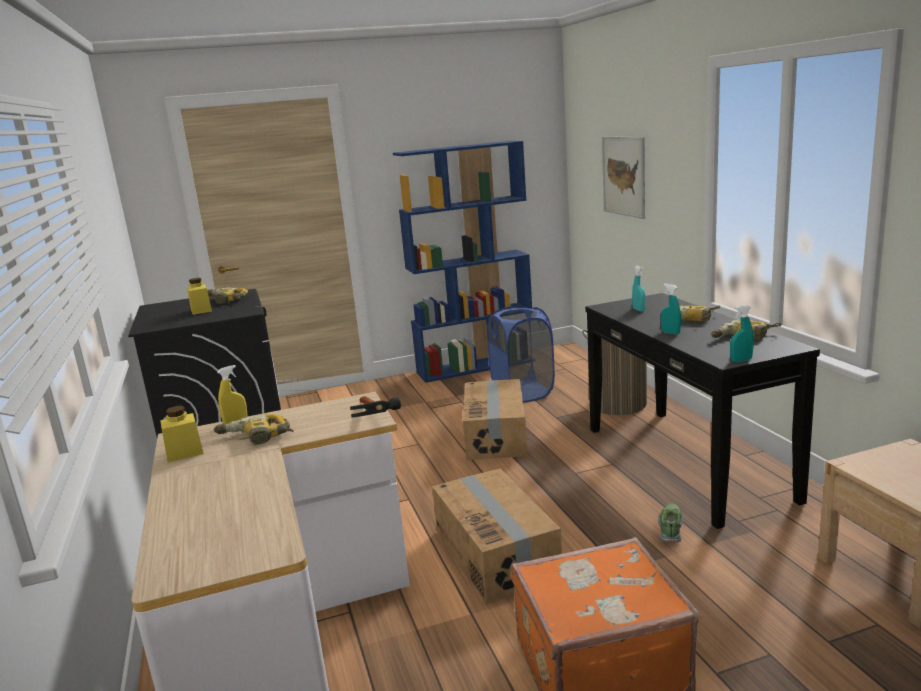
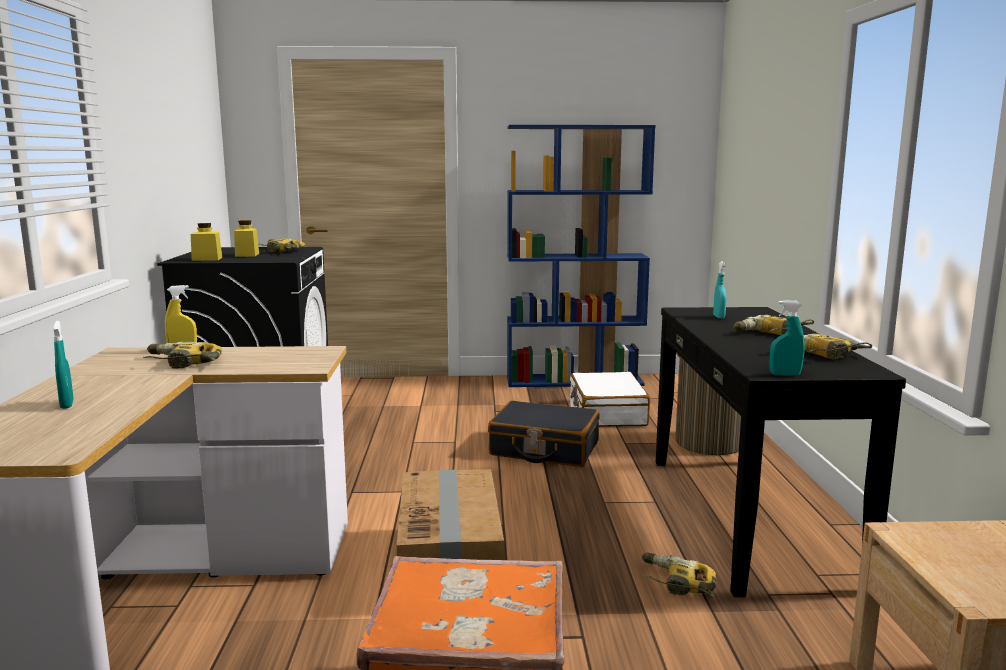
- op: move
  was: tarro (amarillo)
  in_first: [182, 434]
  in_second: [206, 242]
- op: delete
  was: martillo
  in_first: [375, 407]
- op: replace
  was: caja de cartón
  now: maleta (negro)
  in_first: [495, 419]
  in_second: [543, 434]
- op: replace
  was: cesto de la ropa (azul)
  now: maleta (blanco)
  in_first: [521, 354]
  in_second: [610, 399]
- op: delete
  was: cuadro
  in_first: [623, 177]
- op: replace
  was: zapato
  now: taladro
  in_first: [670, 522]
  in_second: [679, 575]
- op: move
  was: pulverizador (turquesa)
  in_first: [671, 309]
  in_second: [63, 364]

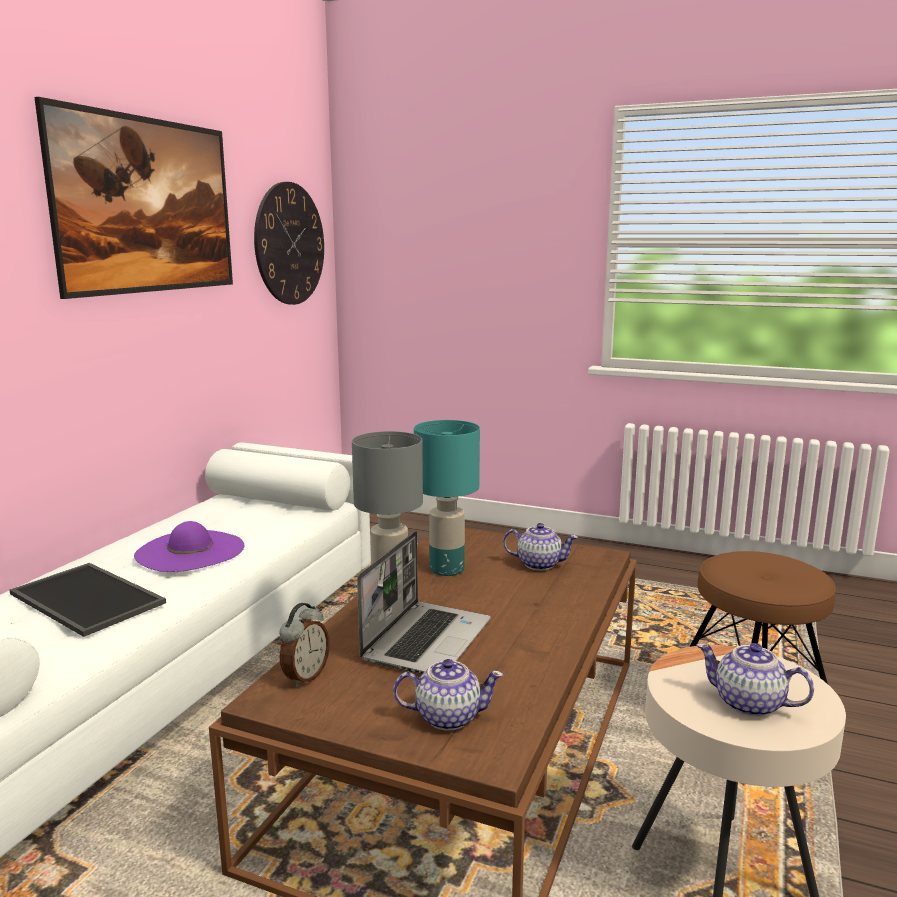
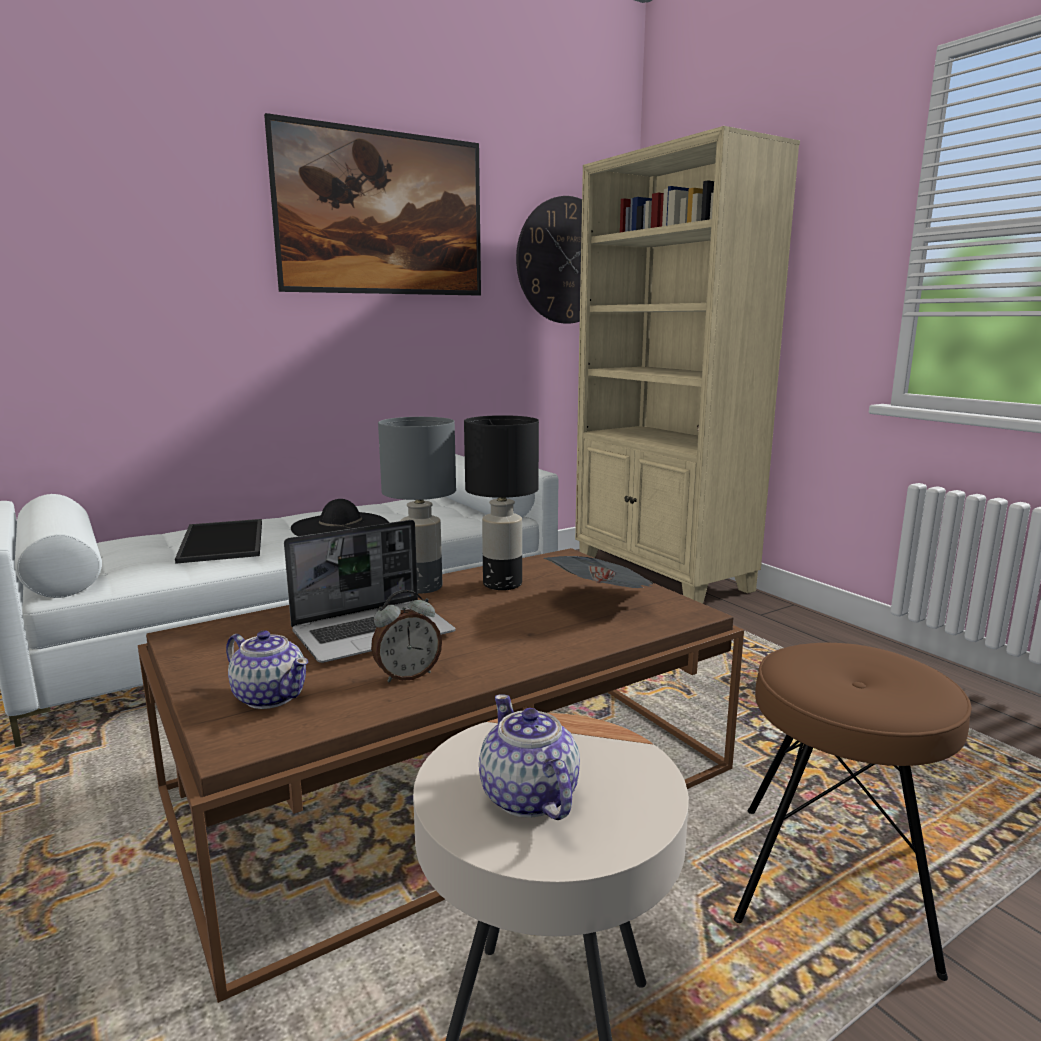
- op: recolor
  was: sombrero (morado)
  now: sombrero (negro)
  in_first: [189, 546]
  in_second: [340, 517]
- op: move
  was: despertador
  in_first: [304, 645]
  in_second: [406, 636]
- op: recolor
  was: lámpara de mesa (turquesa)
  now: lámpara de mesa (negro)
  in_first: [447, 498]
  in_second: [501, 502]
- op: replace
  was: tetera
  now: periódico
  in_first: [540, 547]
  in_second: [598, 572]
- op: insert
  now: estantería (beis)
  in_second: [687, 365]

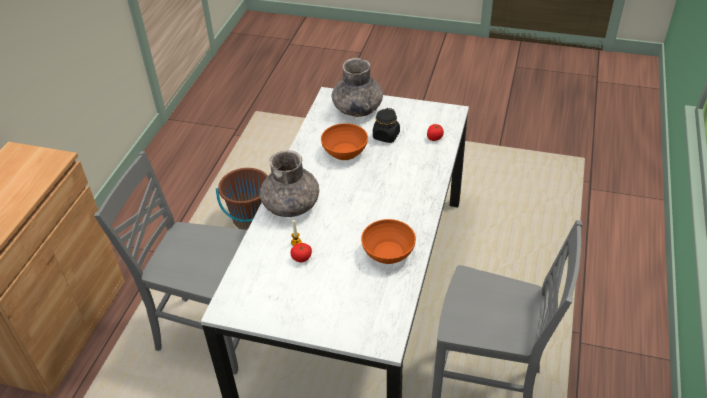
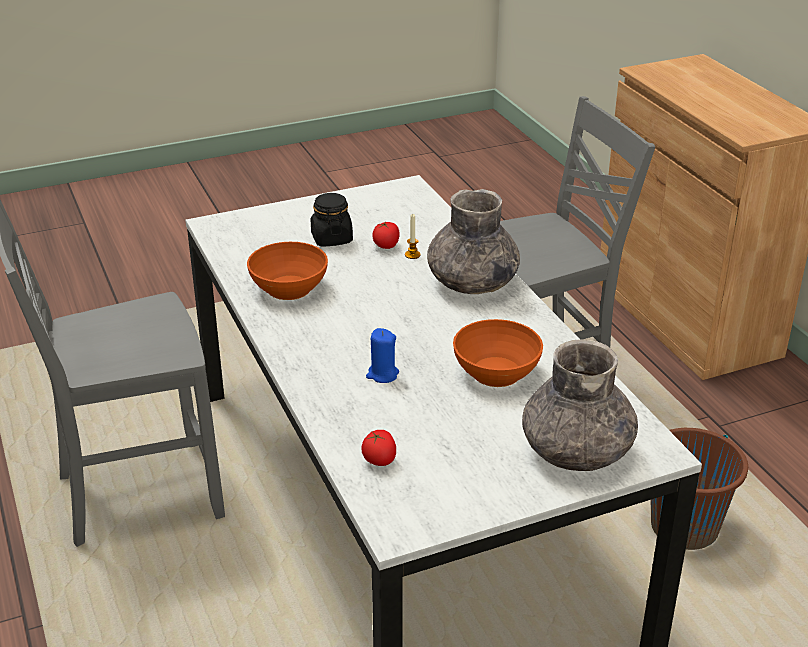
- op: move
  was: tarro (negro)
  in_first: [386, 125]
  in_second: [332, 220]
- op: insert
  now: vela (azul)
  in_second: [382, 355]

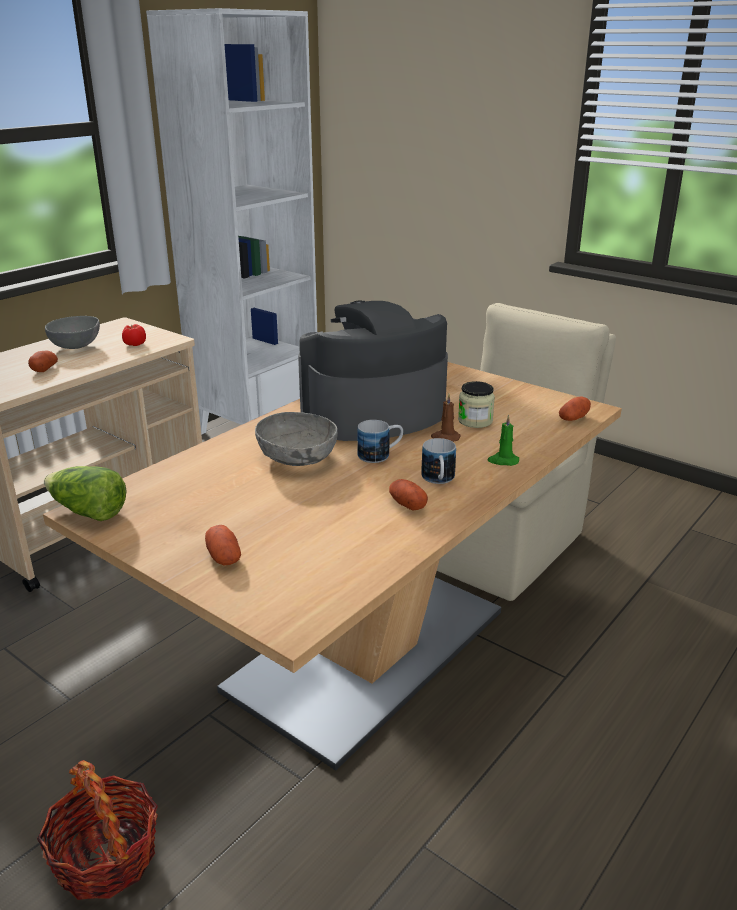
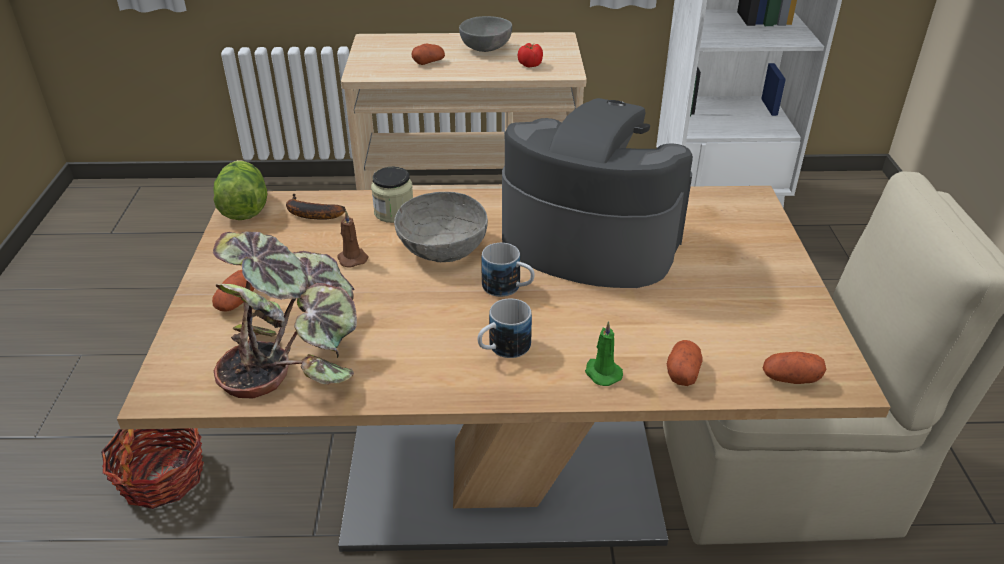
- op: move
  was: patata
  in_first: [408, 495]
  in_second: [685, 363]
- op: move
  was: vela (marrón)
  in_first: [446, 418]
  in_second: [352, 239]
- op: move
  was: tarro
  in_first: [476, 404]
  in_second: [392, 195]
- op: insert
  now: planta en maceta
  in_second: [285, 314]
- op: insert
  now: plátano
  in_second: [316, 207]

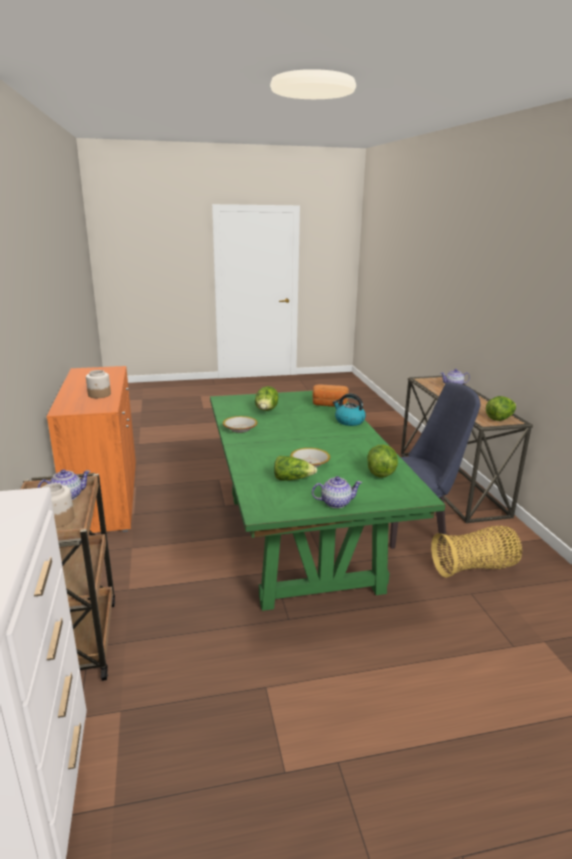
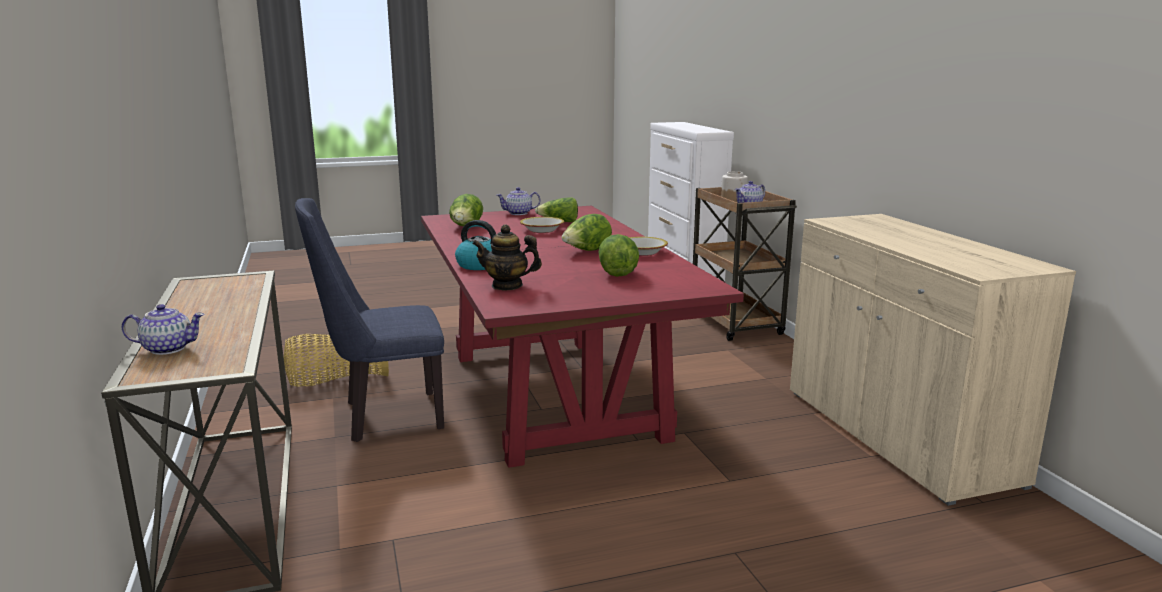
- op: recolor
  was: armario (naranja)
  now: armario (beis)
  in_first: [91, 449]
  in_second: [933, 360]
- op: delete
  was: tarro
  in_first: [98, 384]
- op: recolor
  was: mesa de comedor (verde)
  now: mesa de comedor (rojo)
  in_first: [327, 501]
  in_second: [582, 337]
- op: replace
  was: pan
  now: tetera
  in_first: [331, 395]
  in_second: [507, 257]
- op: move
  was: lechuga
  in_first: [501, 408]
  in_second: [587, 232]

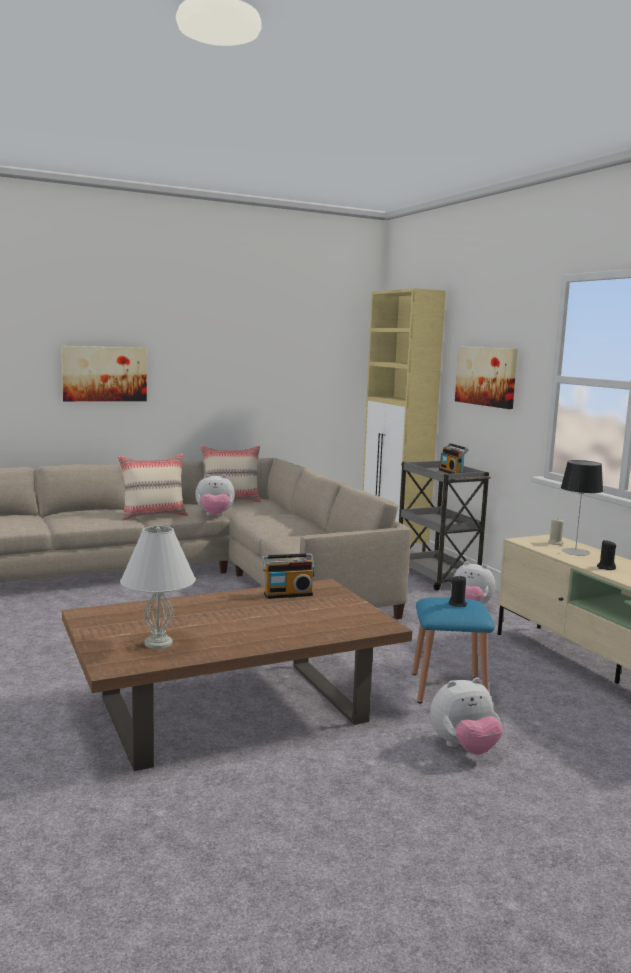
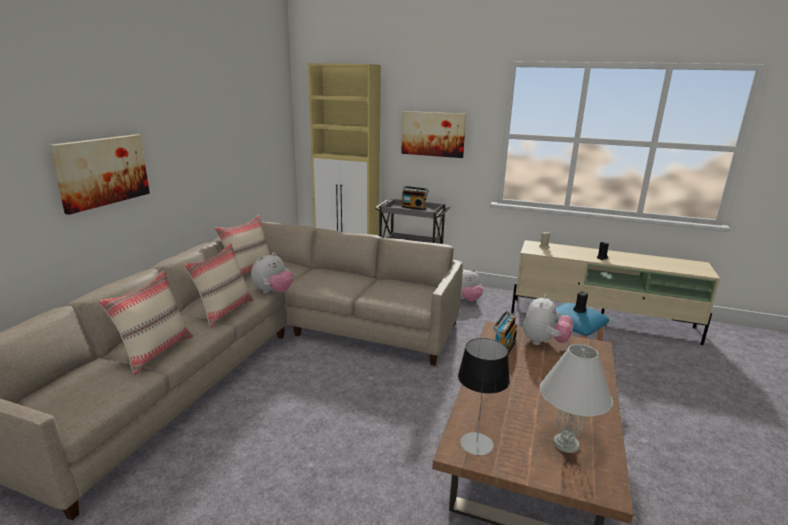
- op: move
  was: peluche
  in_first: [466, 716]
  in_second: [548, 319]
- op: move
  was: lámpara de mesa
  in_first: [582, 508]
  in_second: [484, 397]
- op: insert
  now: cojín (beis)
  in_second: [145, 323]

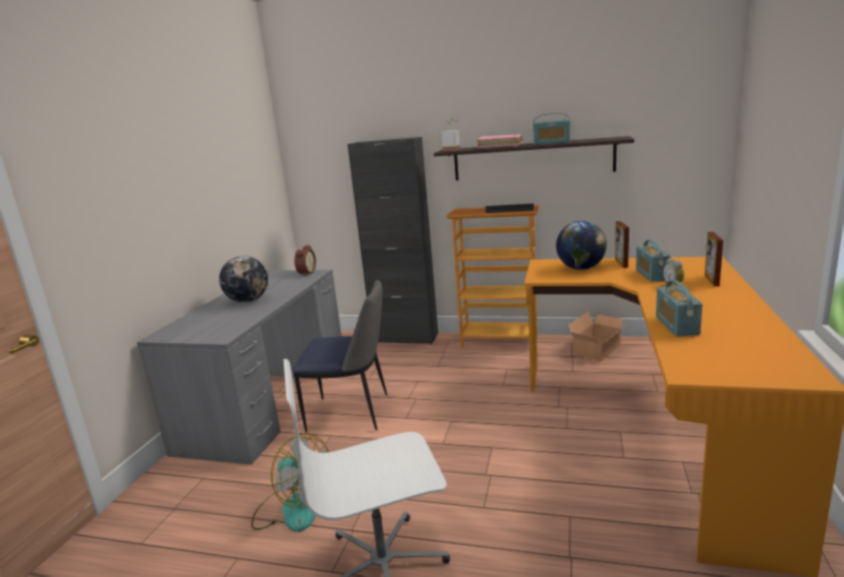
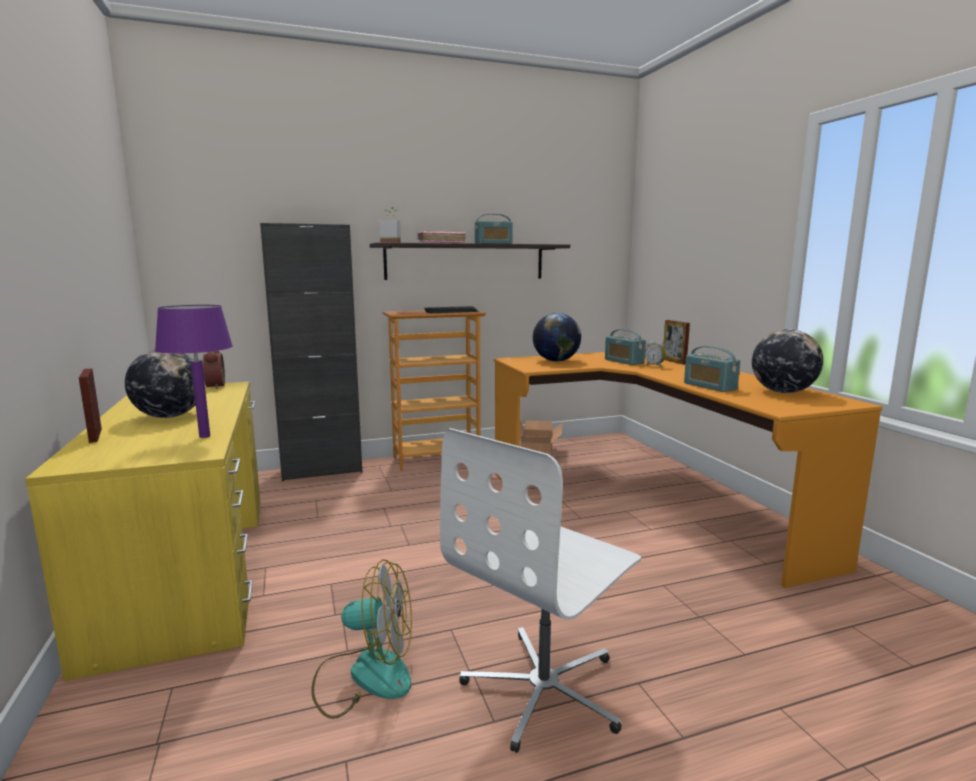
- op: recolor
  was: escritorio (gris)
  now: escritorio (amarillo)
  in_first: [239, 367]
  in_second: [143, 531]
- op: delete
  was: silla
  in_first: [340, 356]
- op: move
  was: portarretratos
  in_first: [622, 244]
  in_second: [90, 405]
- op: insert
  now: lámpara de mesa (morado)
  in_second: [194, 371]
- op: insert
  now: globo terráqueo
  in_second: [787, 361]

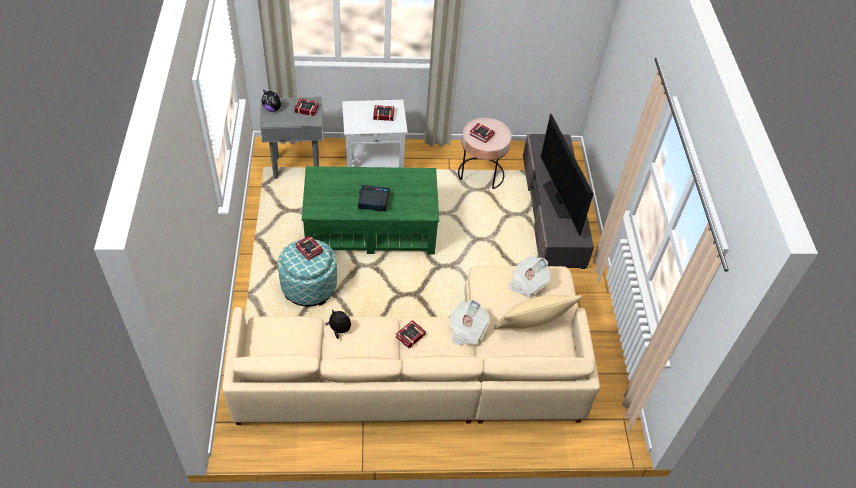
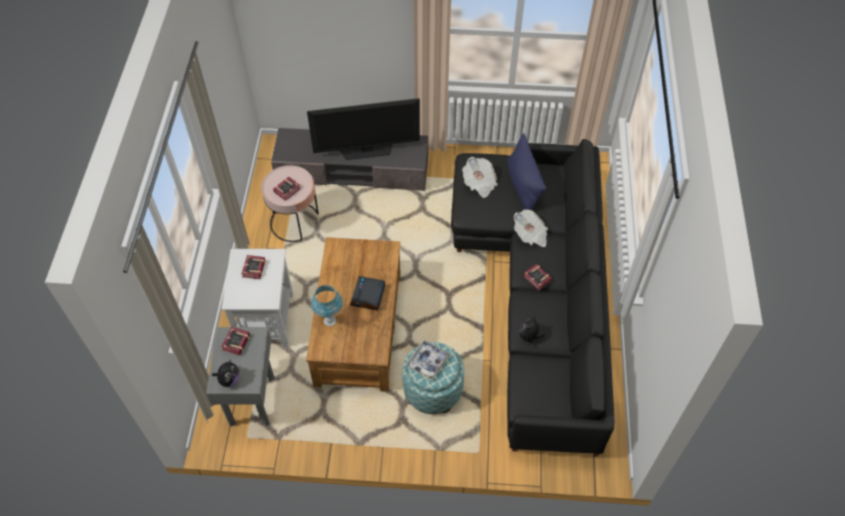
- op: recolor
  was: sofá (beis)
  now: sofá (negro)
  in_first: [411, 345]
  in_second: [532, 298]
- op: replace
  was: libro
  now: bandeja
  in_first: [309, 248]
  in_second: [428, 359]
- op: recolor
  was: mesa de centro (verde)
  now: mesa de centro (marrón)
  in_first: [370, 210]
  in_second: [353, 314]
- op: recolor
  was: cojín (beis)
  now: cojín (azul)
  in_first: [538, 312]
  in_second: [527, 171]
- op: insert
  now: lámpara de mesa (azul)
  in_second: [327, 305]

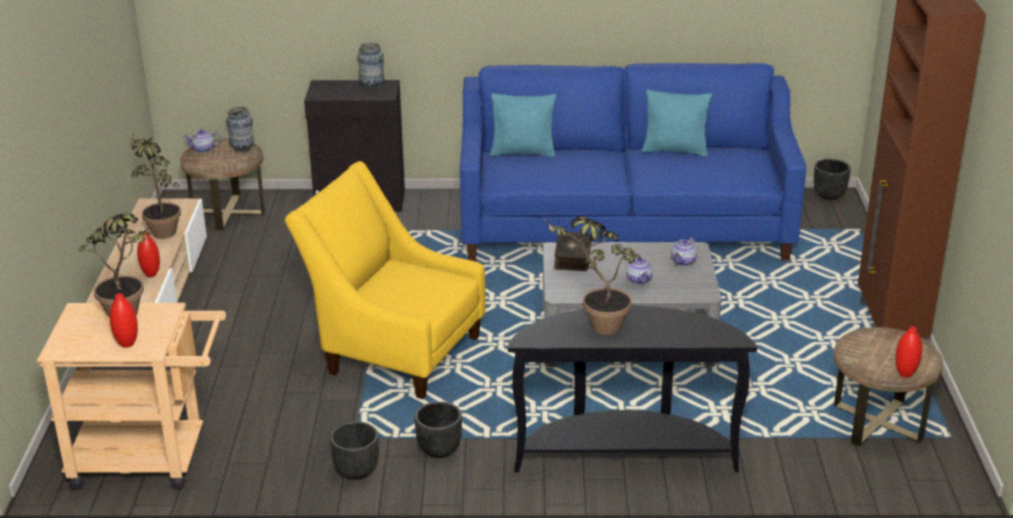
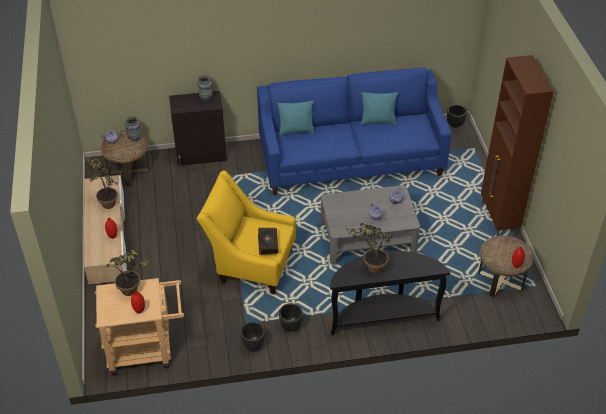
- op: move
  was: libro
  in_first: [573, 251]
  in_second: [268, 241]

